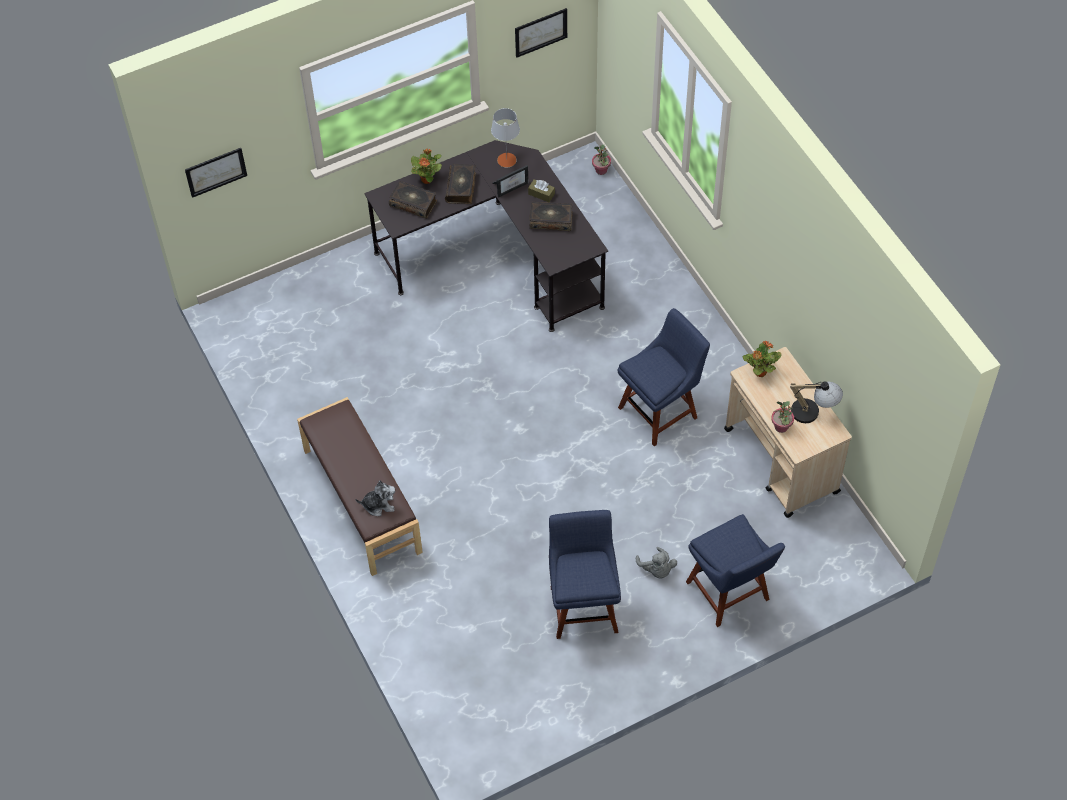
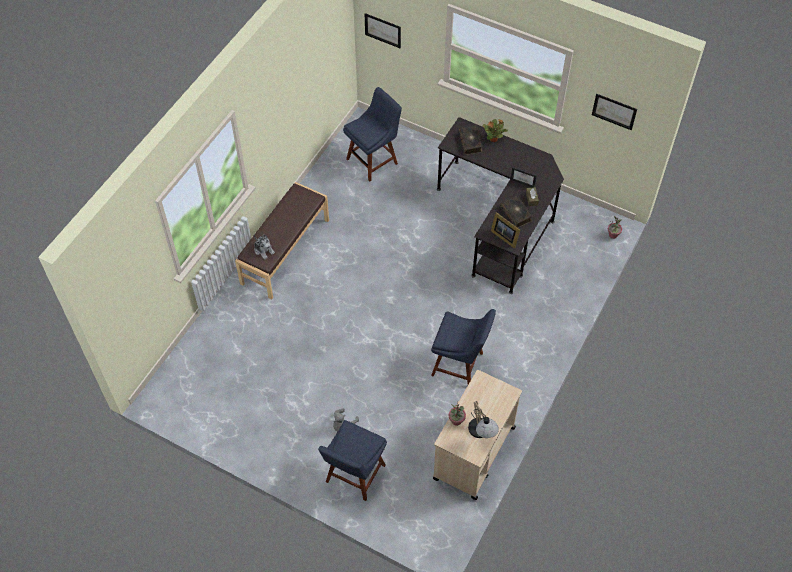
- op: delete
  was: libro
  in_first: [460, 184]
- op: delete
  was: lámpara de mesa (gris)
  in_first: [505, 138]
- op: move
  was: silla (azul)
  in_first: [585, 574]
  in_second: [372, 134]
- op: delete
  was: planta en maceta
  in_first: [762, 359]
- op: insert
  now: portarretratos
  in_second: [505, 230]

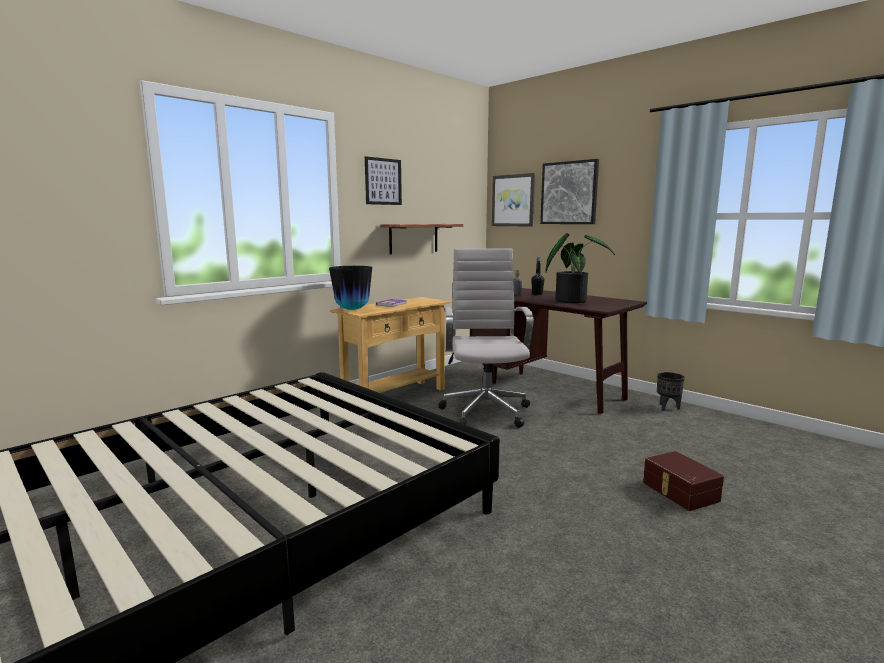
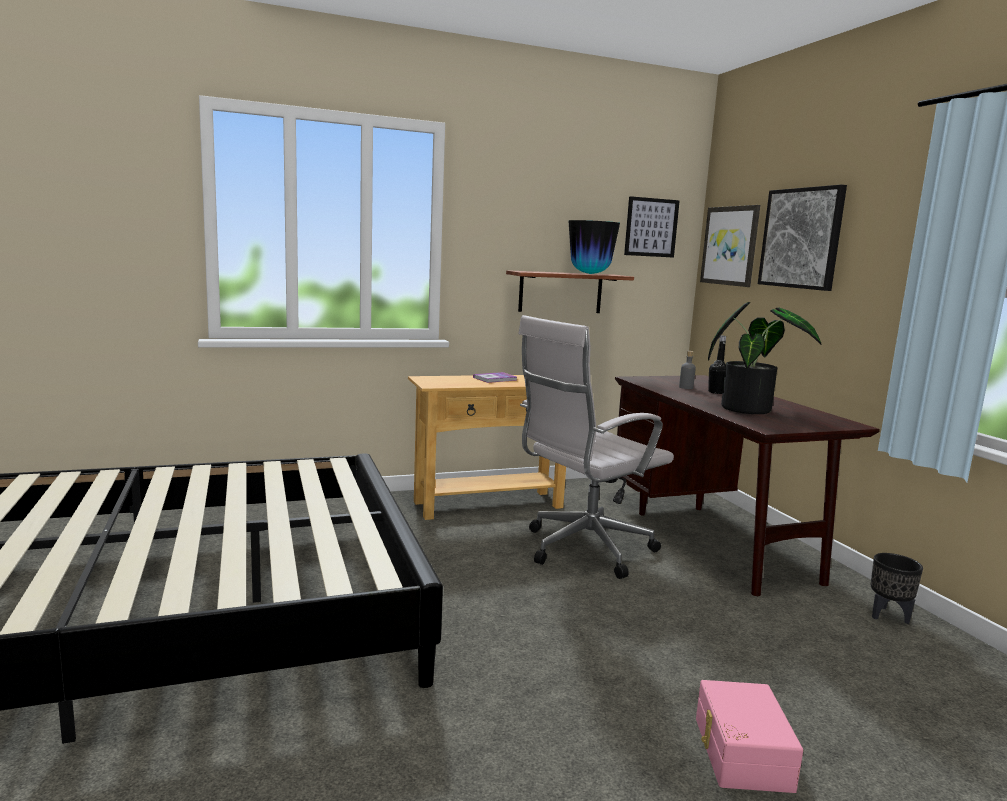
- op: move
  was: florero
  in_first: [350, 288]
  in_second: [594, 247]
- op: move
  was: cuadro
  in_first: [383, 180]
  in_second: [652, 227]
- op: rotate
  was: silla de oficina (blanco)
  in_first: [485, 338]
  in_second: [596, 447]
  clockwise: -150
- op: recolor
  was: caja de almacenaje (marrón)
  now: caja de almacenaje (rosa)
  in_first: [683, 481]
  in_second: [749, 736]

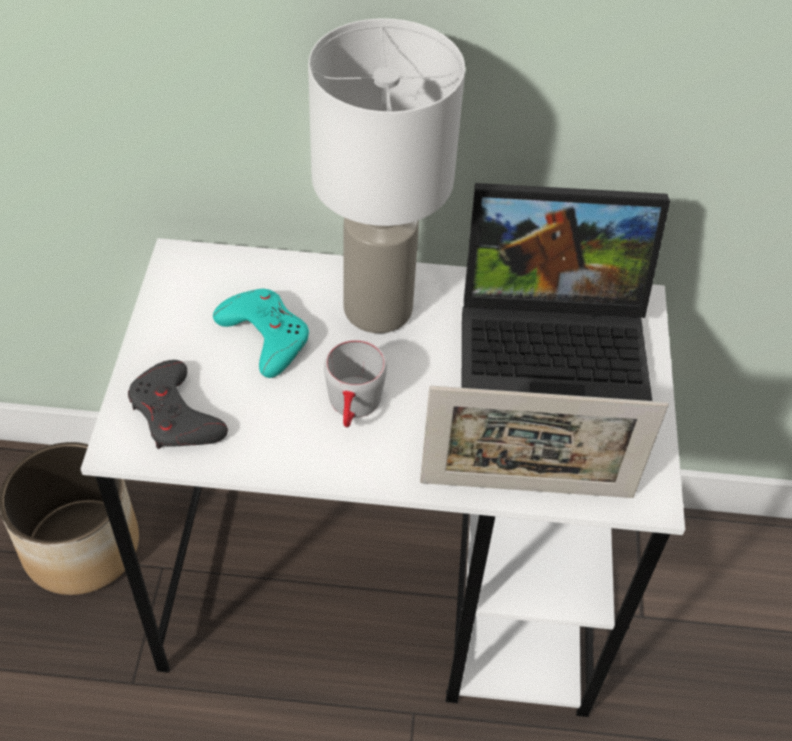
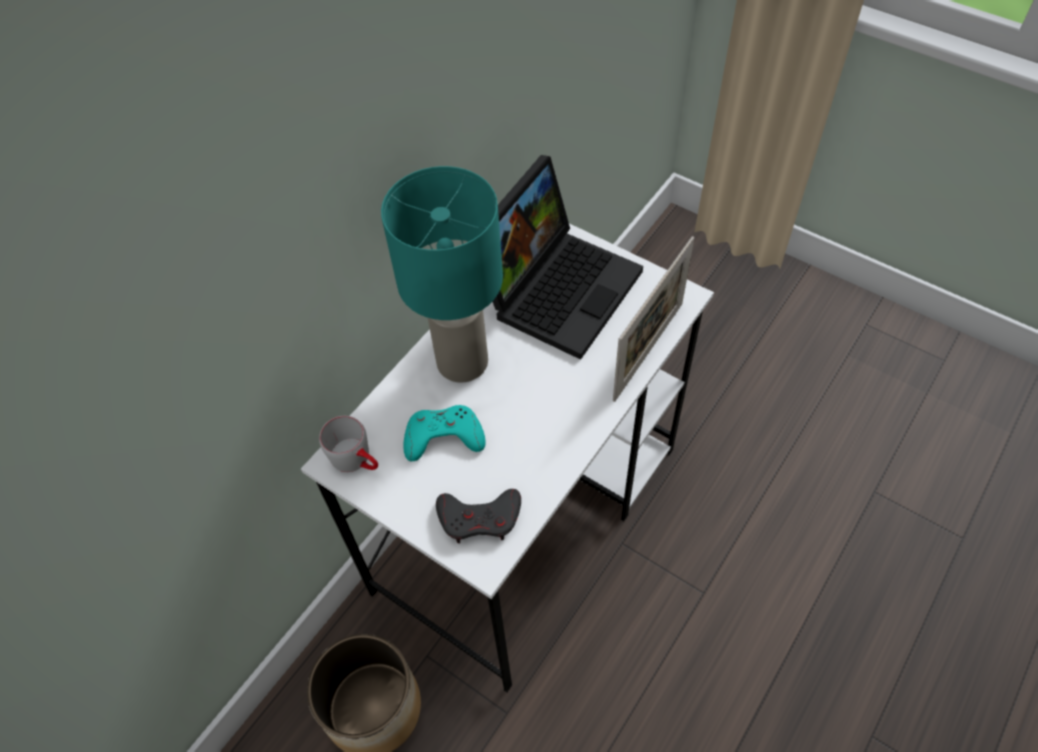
- op: recolor
  was: lámpara de mesa (blanco)
  now: lámpara de mesa (turquesa)
  in_first: [386, 175]
  in_second: [442, 274]
- op: move
  was: taza grande (gris)
  in_first: [355, 383]
  in_second: [348, 444]

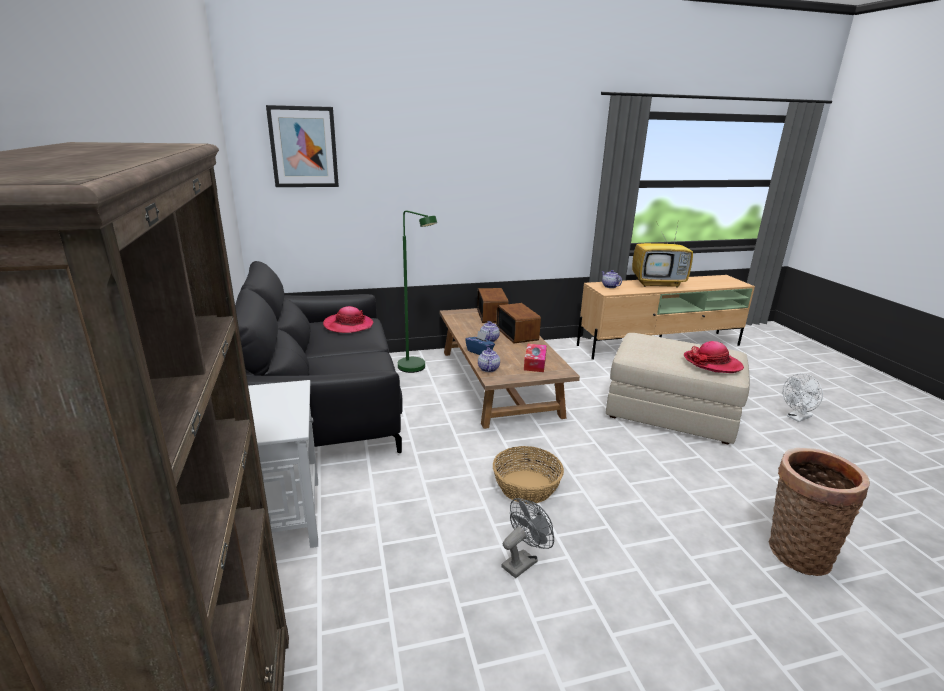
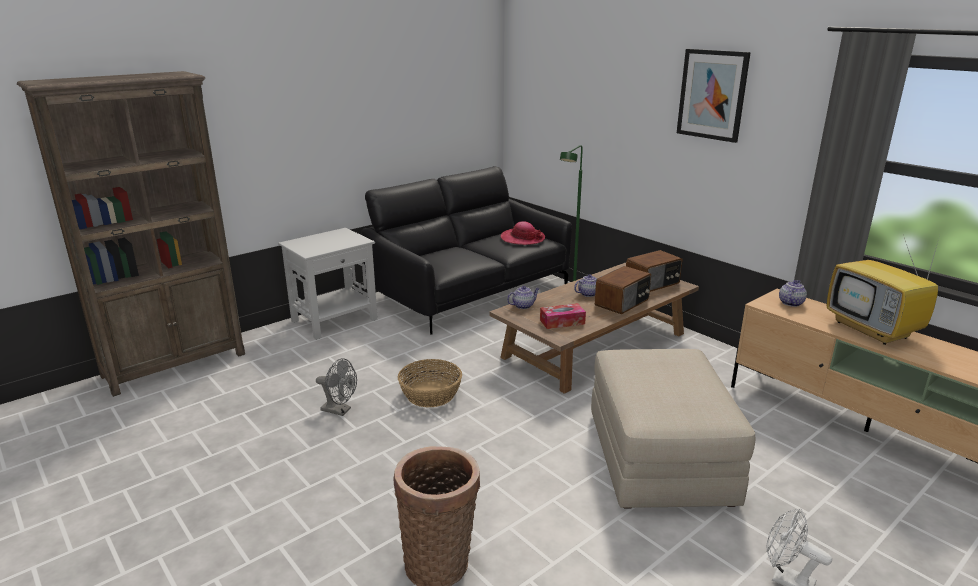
- op: move
  was: cuadro
  in_first: [302, 146]
  in_second: [714, 96]
- op: delete
  was: caja de pañuelos (azul)
  in_first: [480, 343]
- op: delete
  was: sombrero
  in_first: [714, 357]

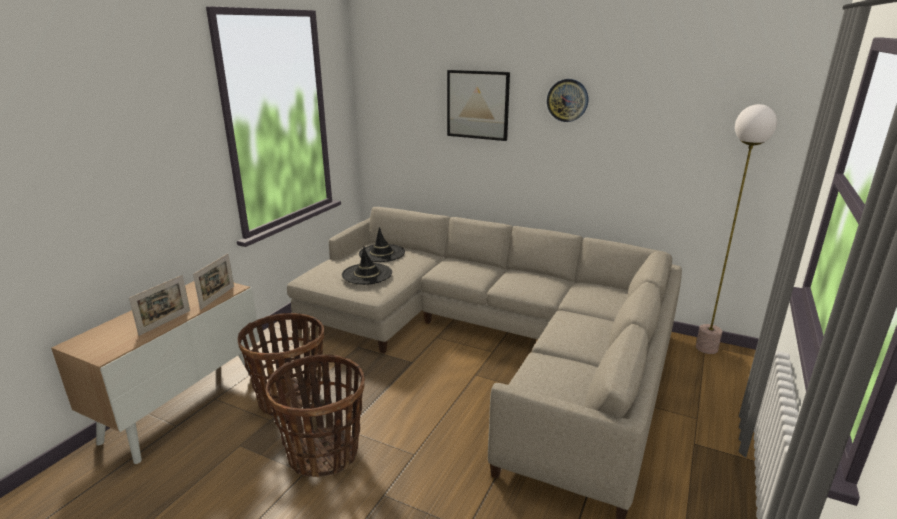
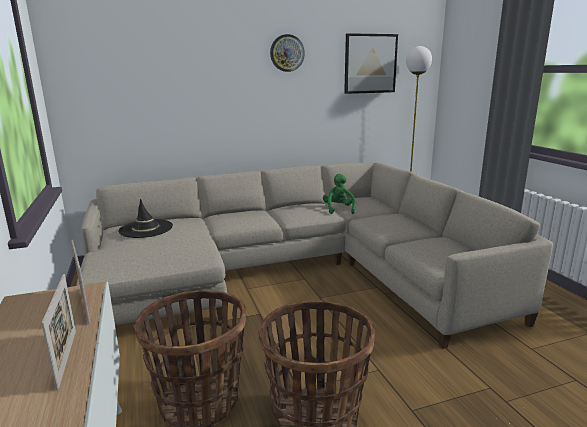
- op: delete
  was: sombrero (negro)
  in_first: [367, 266]
- op: move
  was: cuadro
  in_first: [478, 105]
  in_second: [371, 63]
- op: insert
  now: peluche (verde)
  in_second: [339, 194]

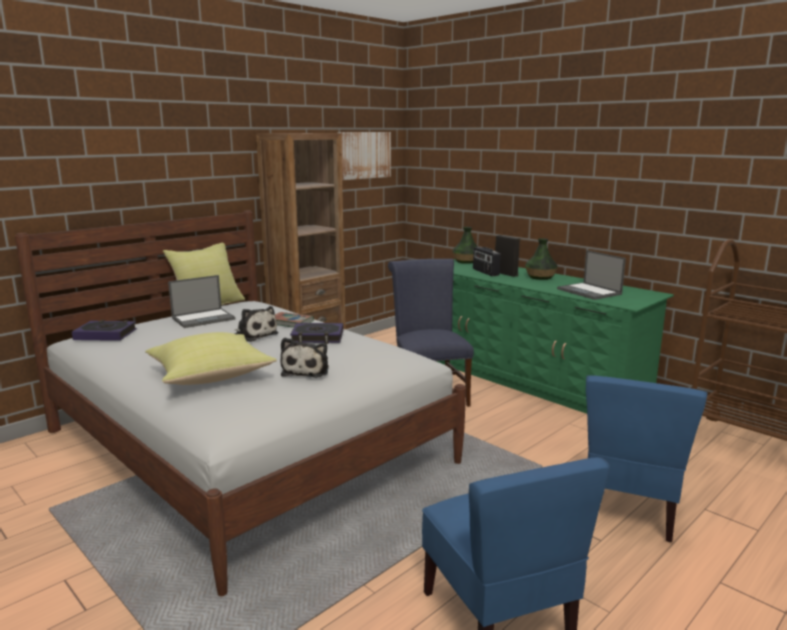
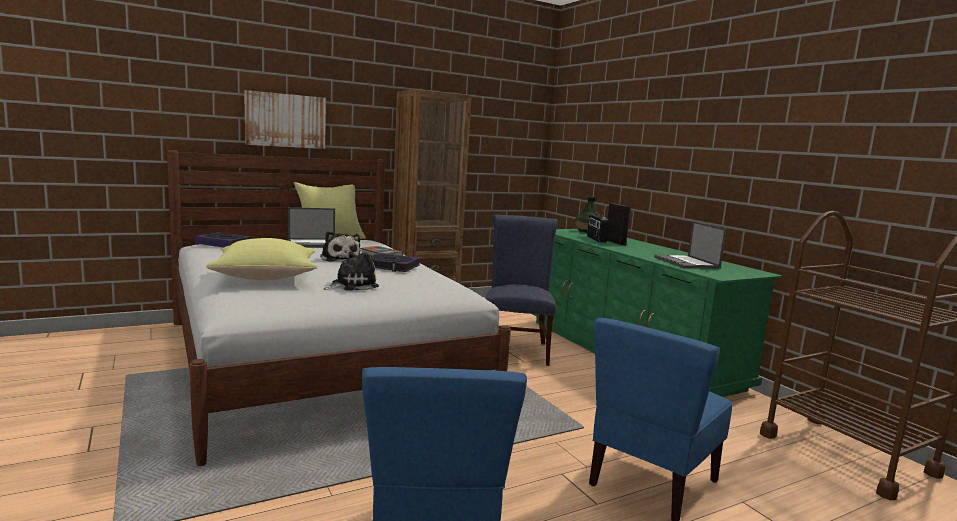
- op: rotate
  was: peluche
  in_first: [305, 358]
  in_second: [351, 271]
  clockwise: -150
- op: move
  was: cuadro
  in_first: [364, 156]
  in_second: [285, 119]
- op: delete
  was: florero
  in_first: [541, 259]

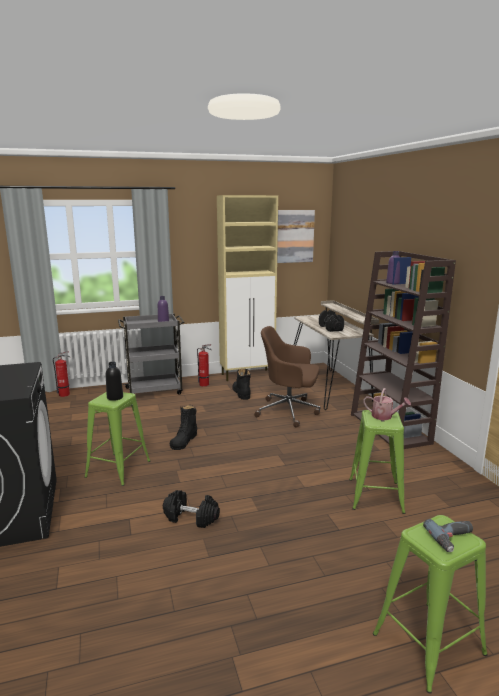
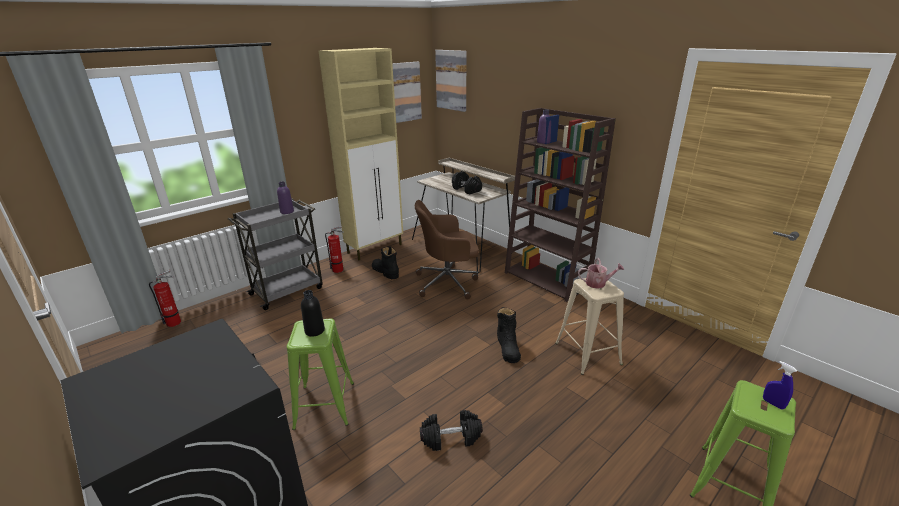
- op: move
  was: bota (negro)
  in_first: [183, 427]
  in_second: [509, 335]
- op: recolor
  was: taburete (verde)
  now: taburete (beis)
  in_first: [377, 462]
  in_second: [589, 326]
- op: replace
  was: taladro
  now: pulverizador (azul)
  in_first: [448, 535]
  in_second: [780, 385]
- op: insert
  now: cuadro
  in_second: [450, 81]

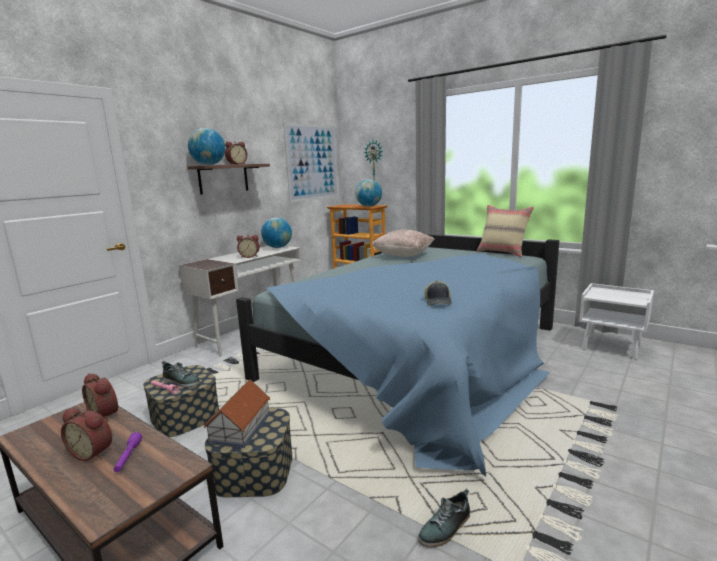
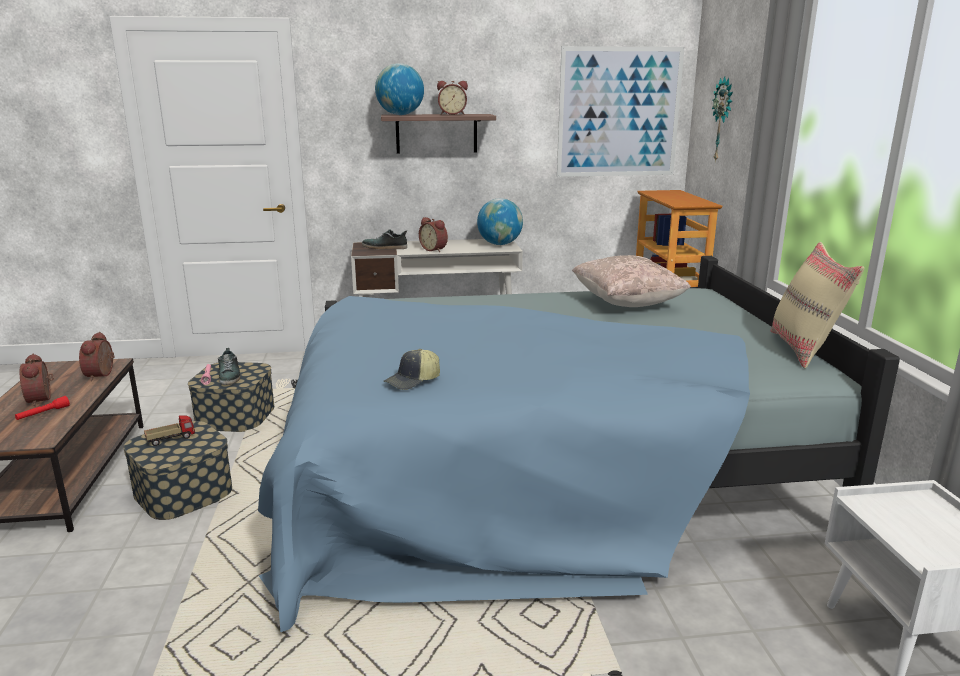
- op: recolor
  was: linterna (morado)
  now: linterna (rojo)
  in_first: [128, 452]
  in_second: [42, 408]
- op: replace
  was: casita
  now: camión de juguete
  in_first: [237, 413]
  in_second: [169, 430]
- op: delete
  was: globo terráqueo
  in_first: [368, 193]
- op: move
  was: zapato
  in_first: [444, 518]
  in_second: [384, 239]

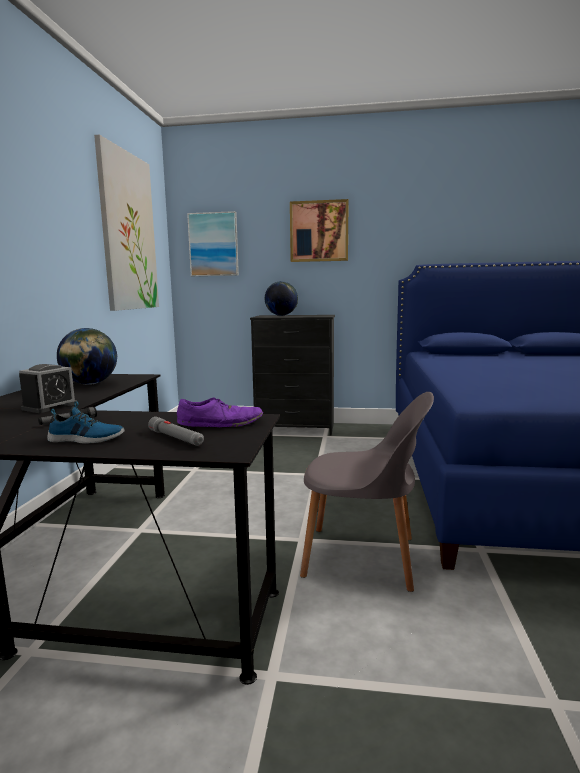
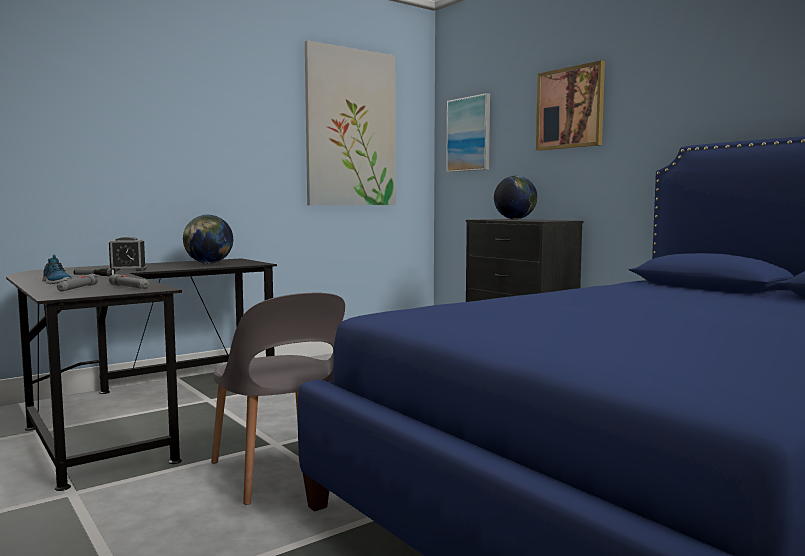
- op: replace
  was: zapato (morado)
  now: linterna (gris)
  in_first: [220, 412]
  in_second: [129, 281]

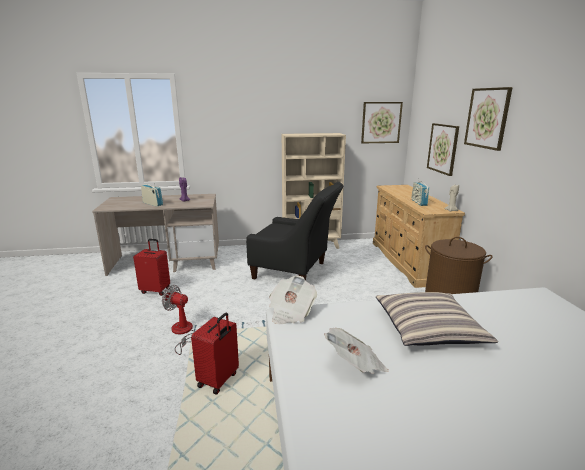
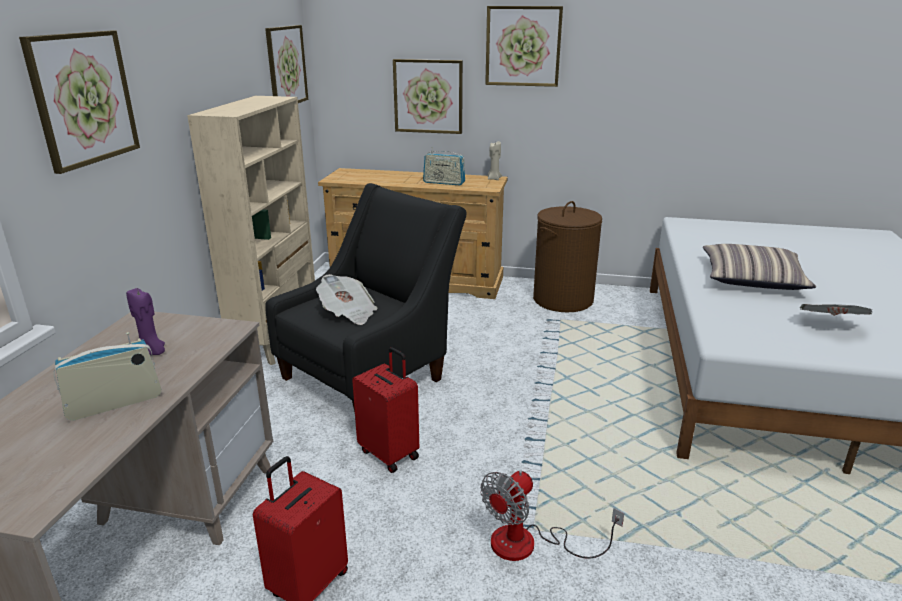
- op: move
  was: maleta (rojo)
  in_first: [215, 353]
  in_second: [385, 410]
- op: move
  was: periódico
  in_first: [293, 300]
  in_second: [346, 299]
- op: insert
  now: cuadro
  in_second: [79, 102]

